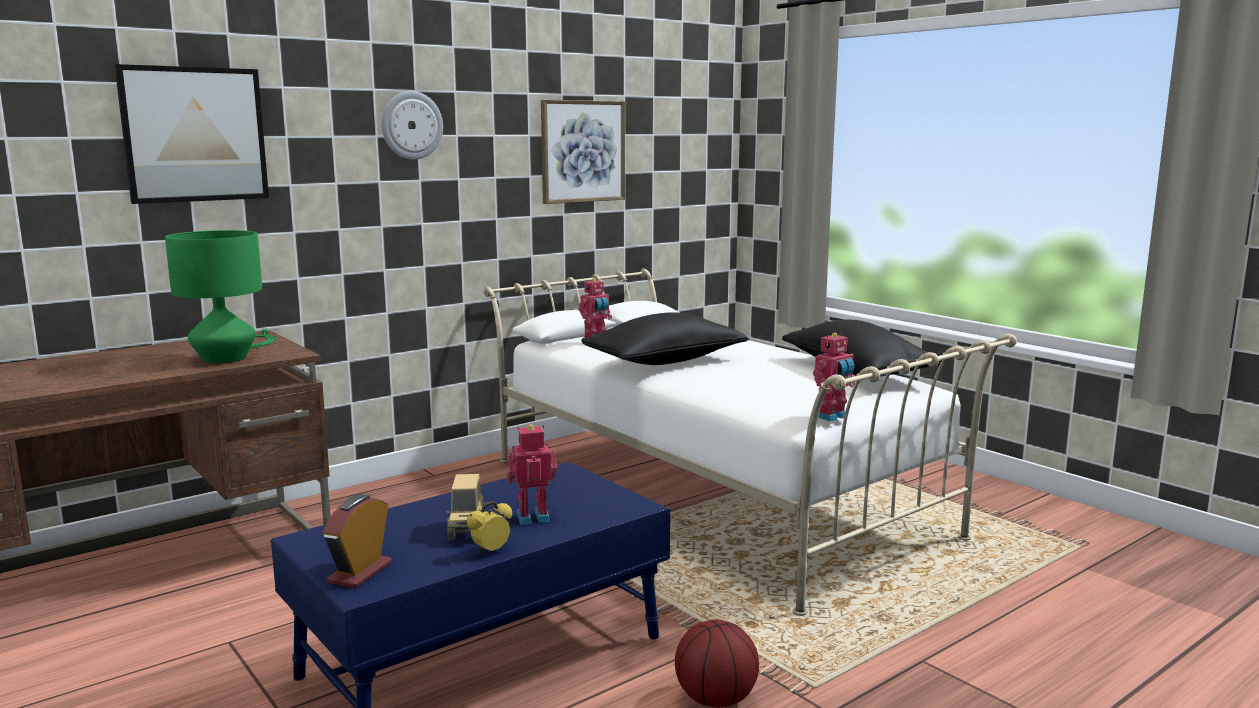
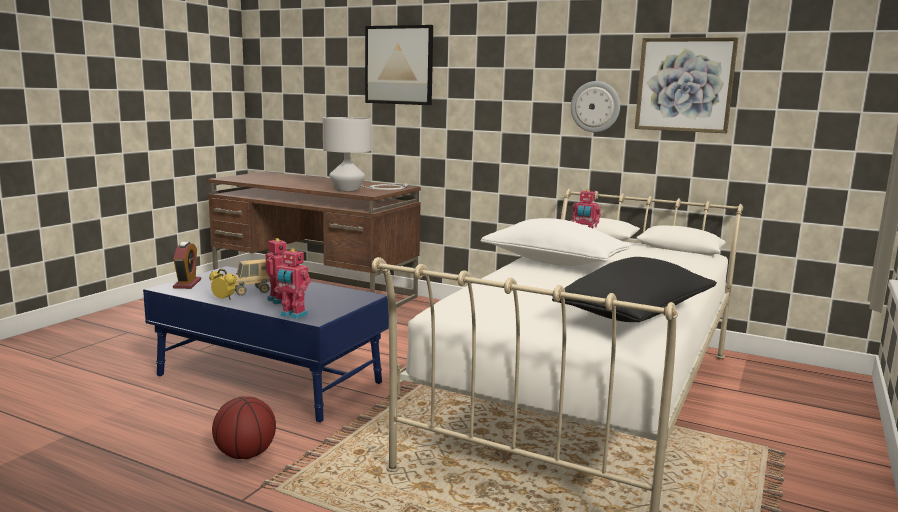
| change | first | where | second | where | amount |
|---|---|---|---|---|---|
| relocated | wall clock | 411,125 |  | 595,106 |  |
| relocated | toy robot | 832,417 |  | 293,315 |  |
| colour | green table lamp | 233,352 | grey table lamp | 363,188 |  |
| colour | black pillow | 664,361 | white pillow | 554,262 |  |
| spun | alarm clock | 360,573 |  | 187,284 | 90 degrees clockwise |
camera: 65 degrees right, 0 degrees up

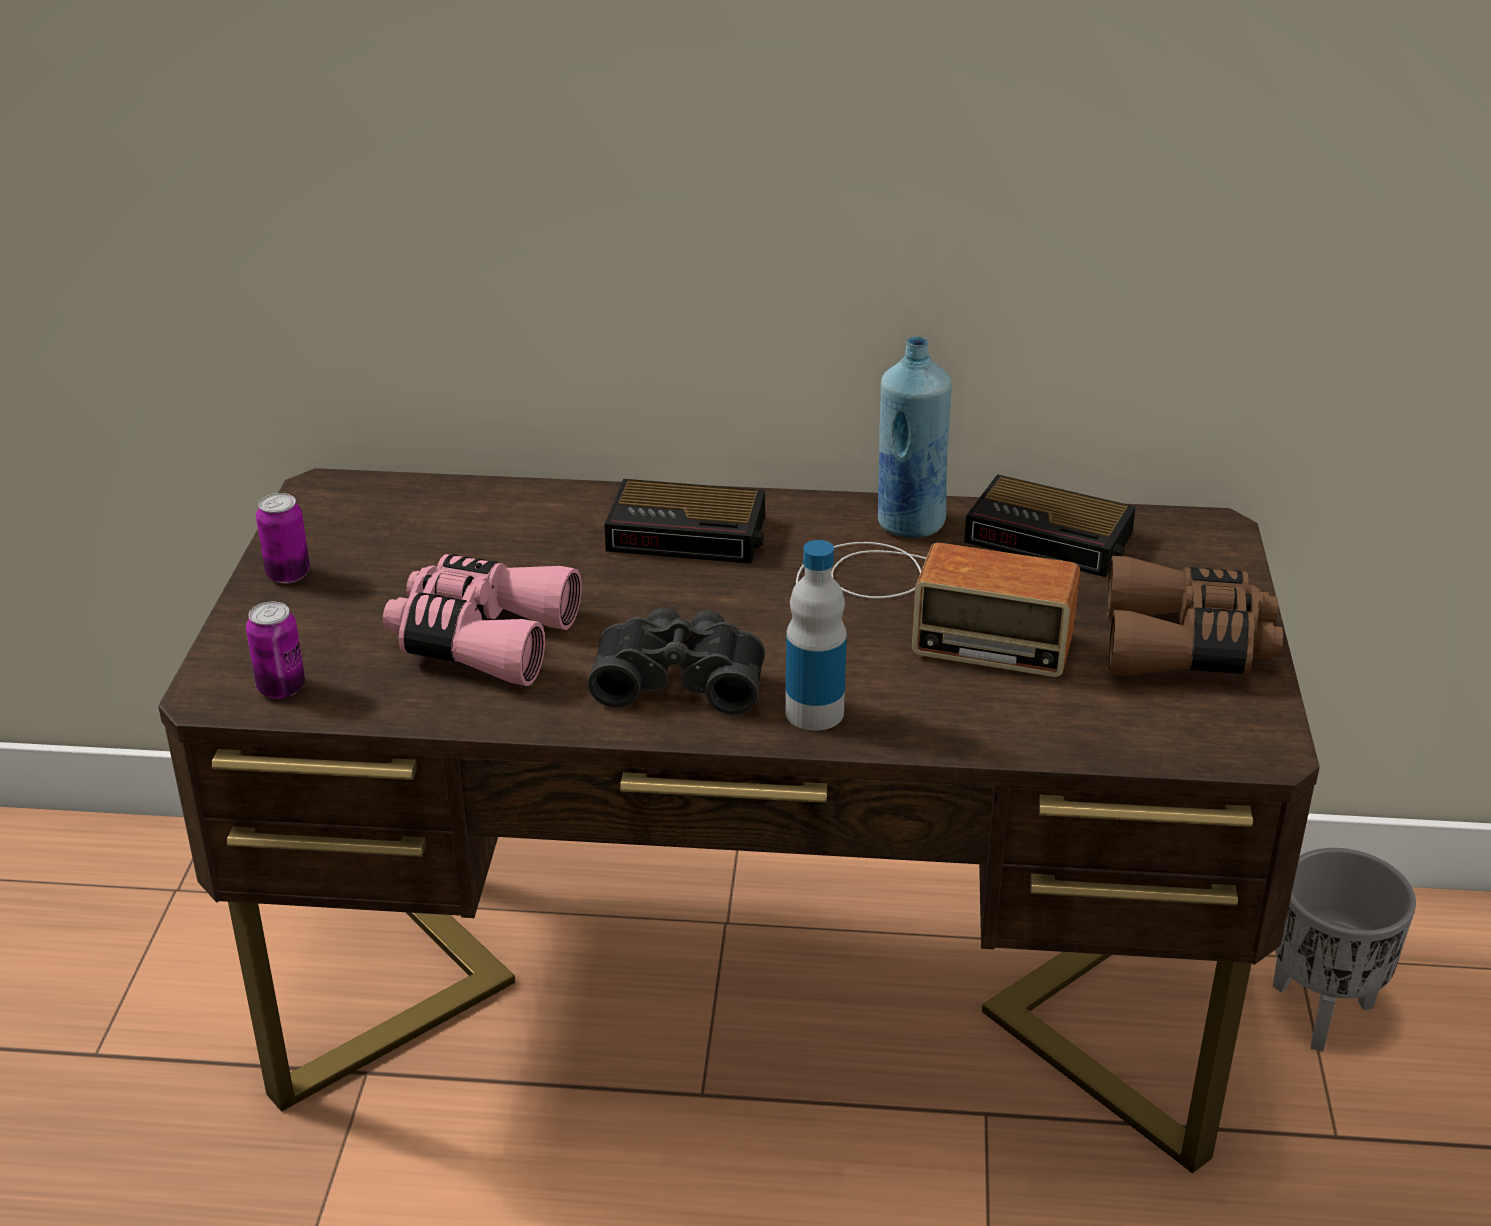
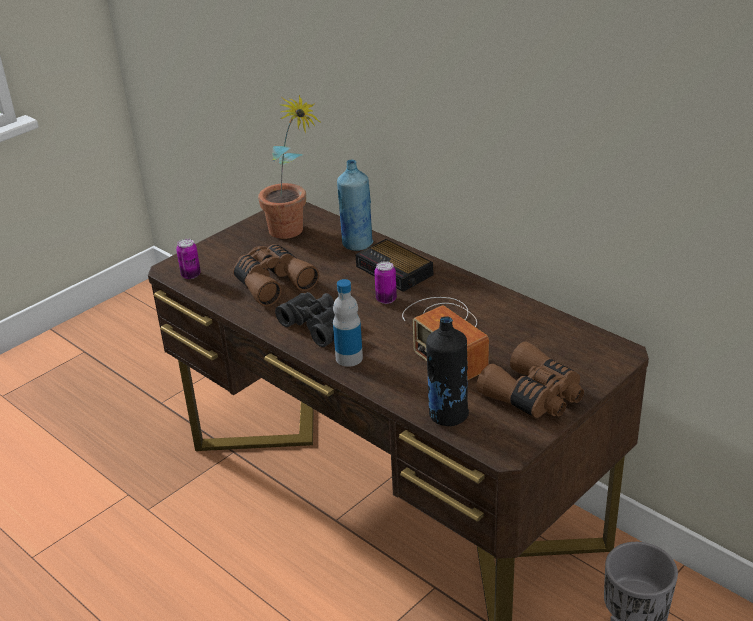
| change | first | where | second | where | amount |
|---|---|---|---|---|---|
| missing | alarm clock | 1052,538 |  |  |  |
| appeared |  |  | potted plant | 293,233 |  |
| appeared |  |  | black bottle | 448,415 |  |
| relocated | can | 288,574 |  | 386,299 |  |
| relocated | blue bottle | 909,523 |  | 357,244 |  |
| colour | pink binoculars | 480,638 | brown binoculars | 272,283 |  |
camera: 40 degrees right, 0 degrees up

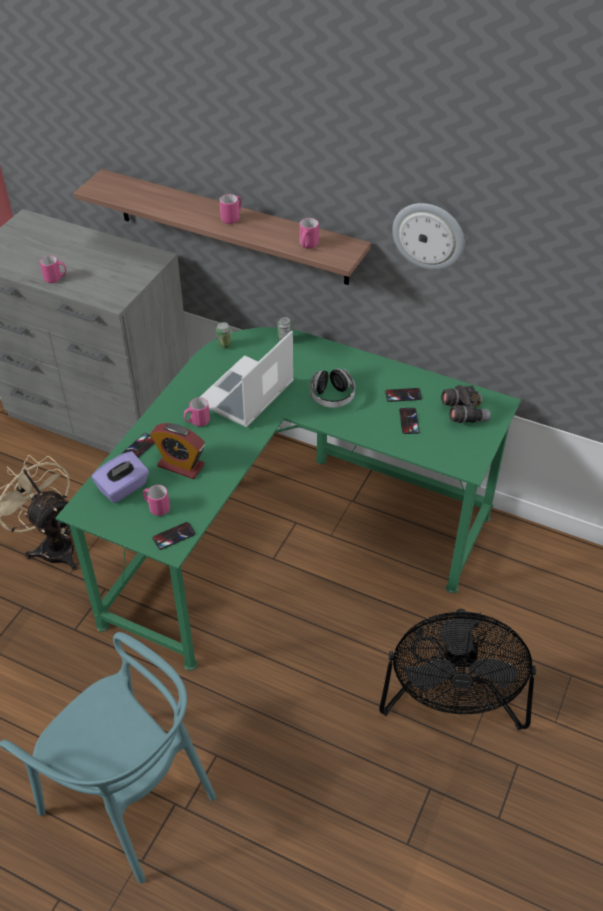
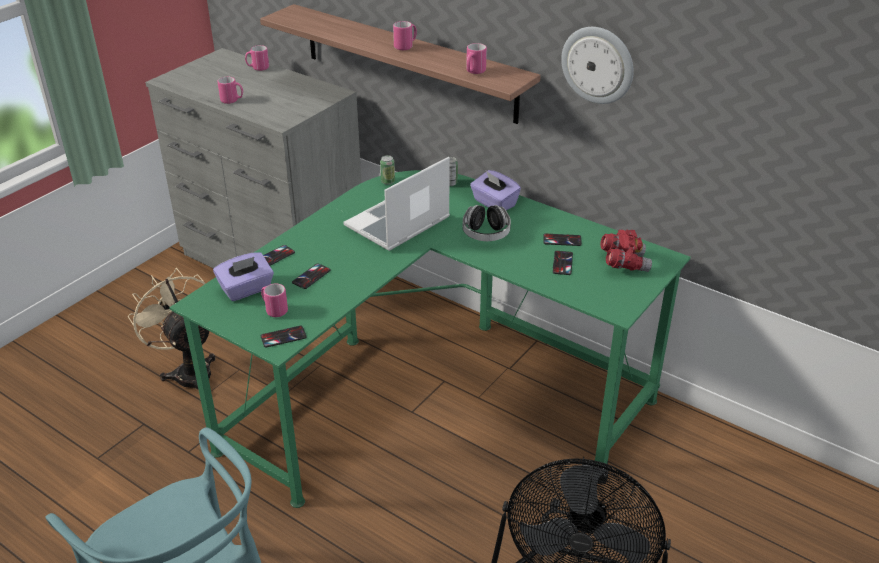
| change | first | where | second | where | amount |
|---|---|---|---|---|---|
| appeared |  |  | purple tissue box | 494,203 |  |
| relocated | pink mug | 197,422 |  | 258,68 |  |
| exchanged | alarm clock | 181,465 | phone | 311,276 |  |
| colour | grey binoculars | 463,414 | red binoculars | 623,263 |  |
camera: 10 degrees right, 10 degrees down

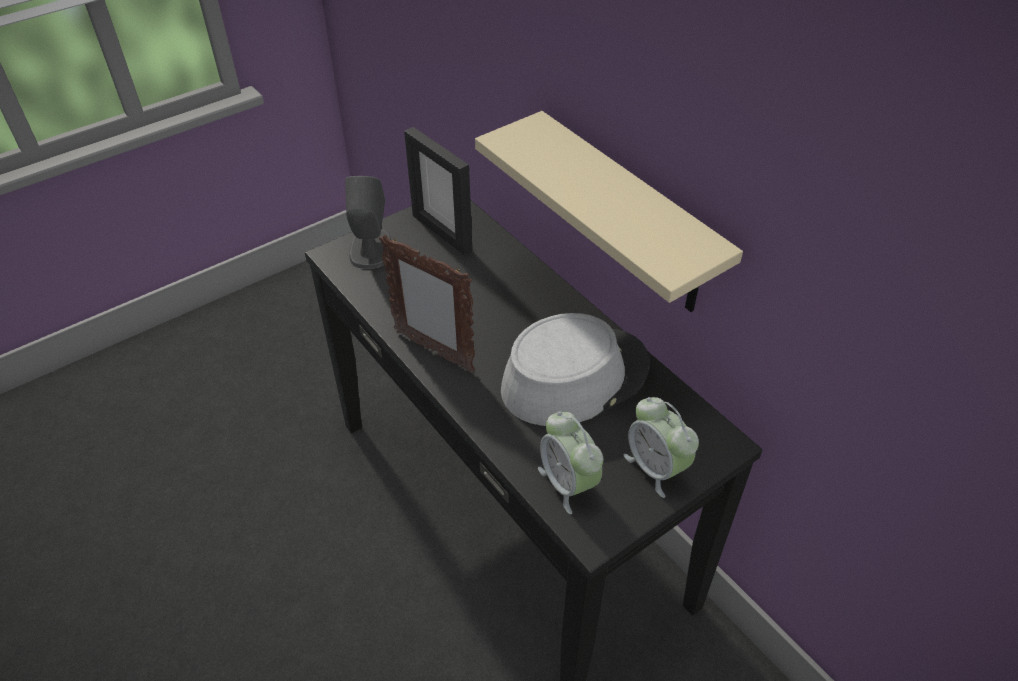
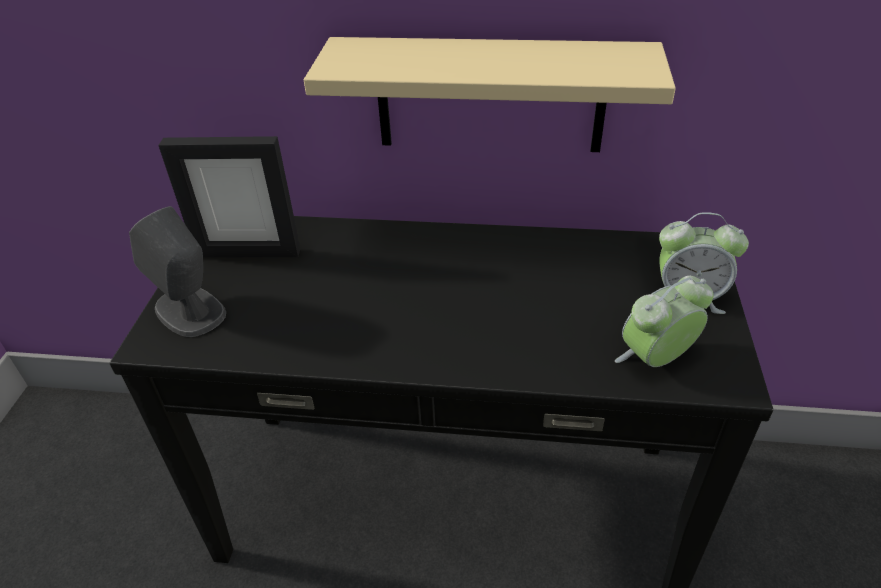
| change | first | where | second | where | amount |
|---|---|---|---|---|---|
| missing | picture frame | 433,351 |  |  |  |
| missing | grey hat | 574,377 |  |  |  |
| spun | alarm clock | 568,483 |  | 656,359 | 135 degrees clockwise |
camera: 45 degrees left, 5 degrees down

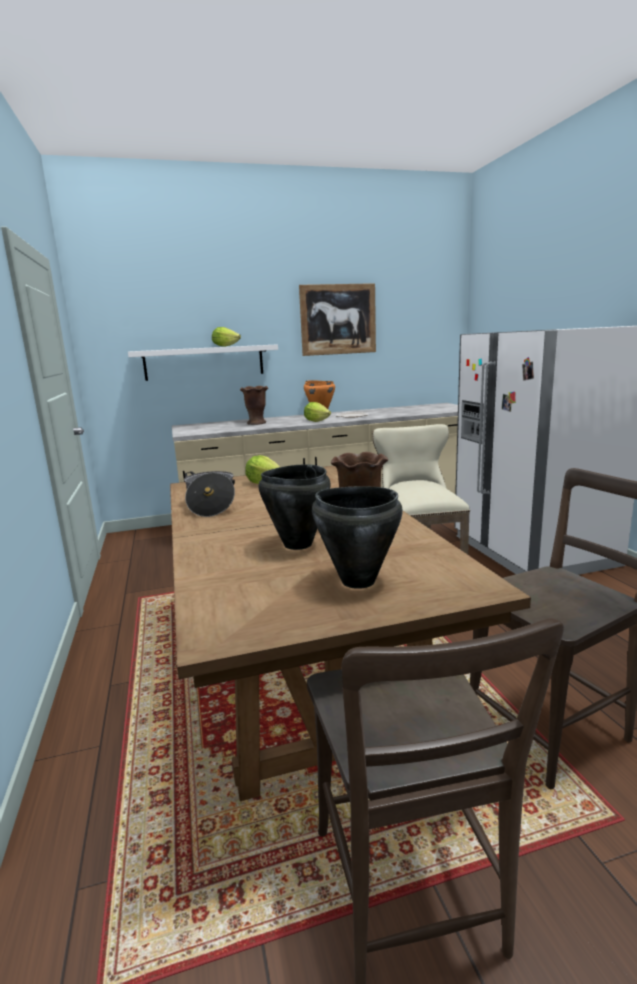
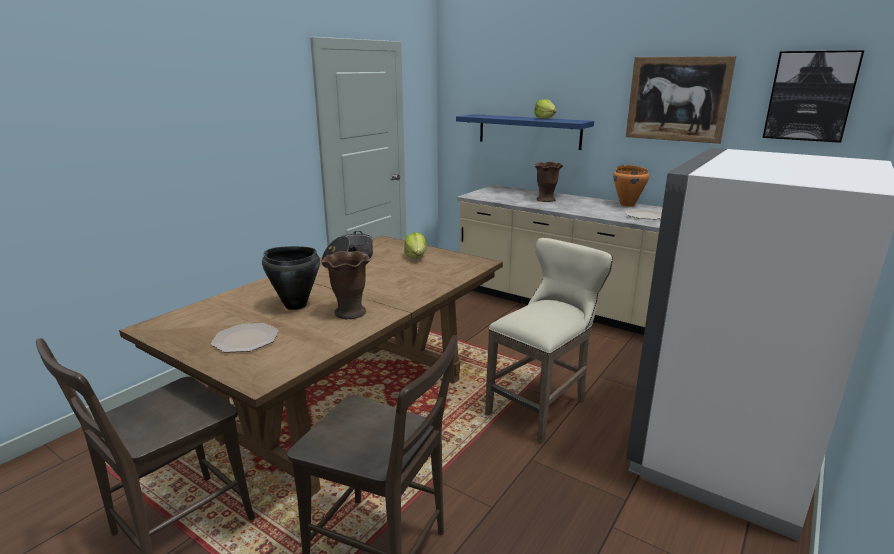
| change | first | where | second | where | amount |
|---|---|---|---|---|---|
| missing | lettuce | 316,421 |  |  |  |
| appeared |  |  | picture | 810,96 |  |
| exchanged | black cooking pot | 357,581 | plate | 246,339 |  |
| colour | white shelf | 204,362 | blue shelf | 529,131 |  |
camera: 50 degrees right, 5 degrees up

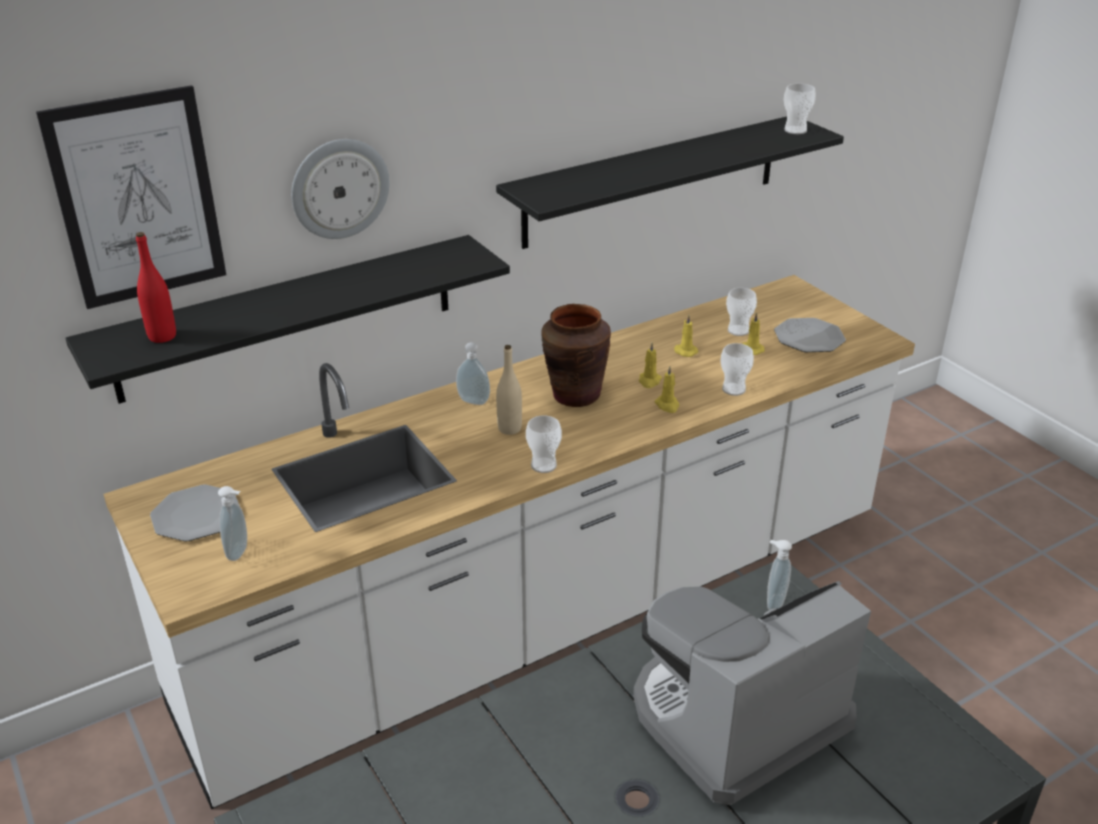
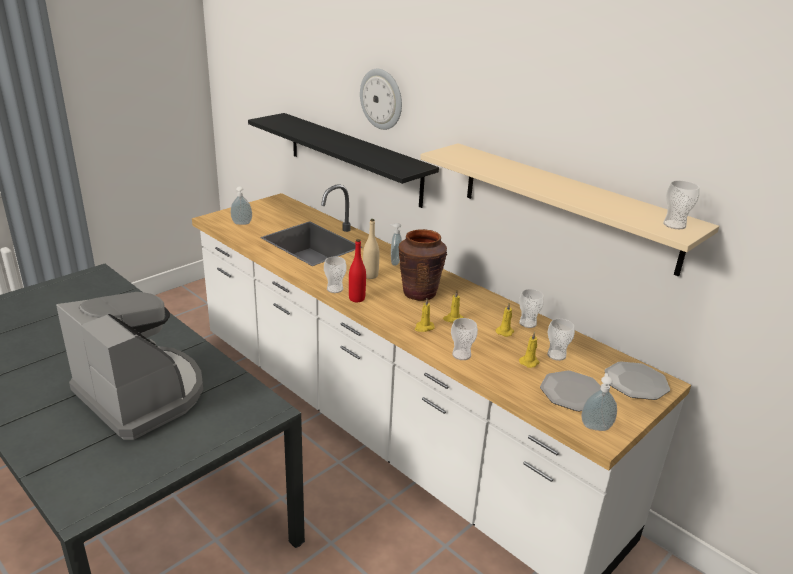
| change | first | where | second | where | amount |
|---|---|---|---|---|---|
| missing | picture | 137,198 |  |  |  |
| appeared |  |  | cup | 527,323 |  |
| relocated | red bottle | 162,336 |  | 357,298 |  |
| relocated | plate | 196,515 |  | 636,382 |  |
| relocated | soap dispenser | 773,602 |  | 595,426 |  |
| colour | black shelf | 653,180 | beige shelf | 567,206 |  |
camera: 75 degrees right, 5 degrees down

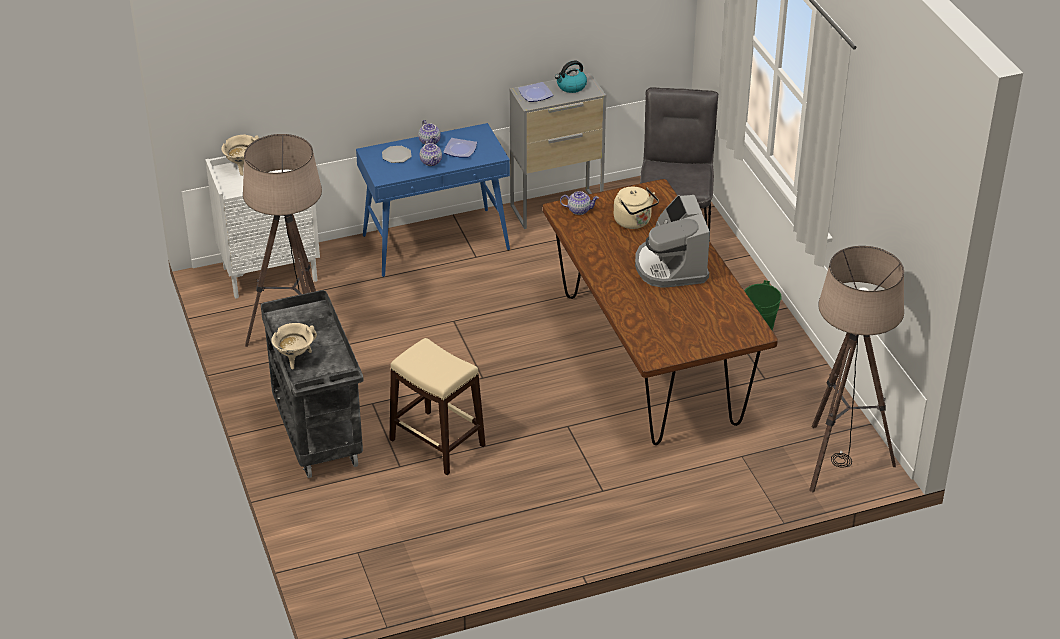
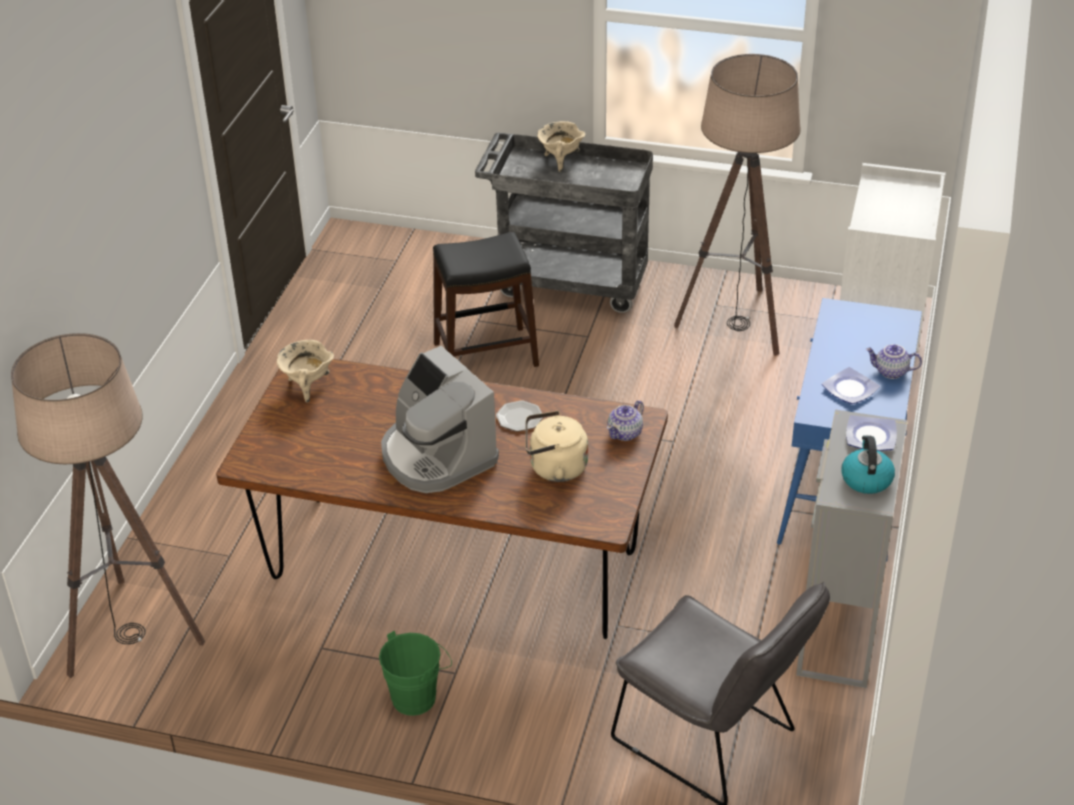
| change | first | where | second | where | amount |
|---|---|---|---|---|---|
| missing | teapot | 431,162 |  |  |  |
| relocated | beige cooking pot | 242,167 |  | 308,387 |  |
| relocated | plate | 396,156 |  | 519,417 |  |
| colour | beige stool | 437,443 | black stool | 485,354 |  |
| spun | coffee machine | 671,266 |  | 436,456 | 150 degrees counterclockwise |
camera: 125 degrees right, 0 degrees up

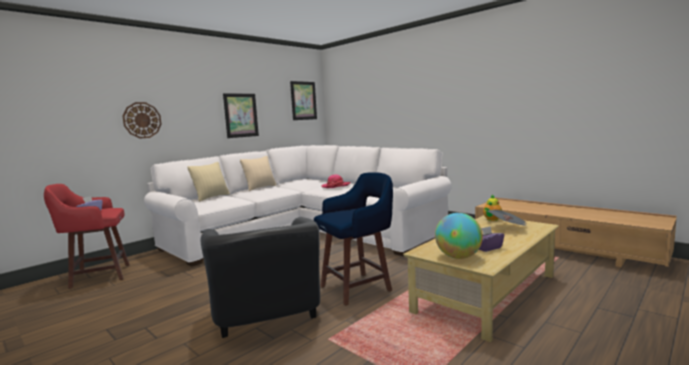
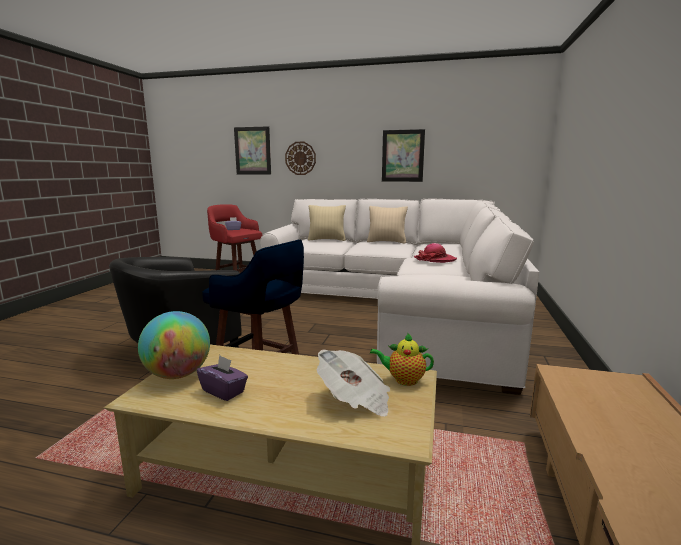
| change | first | where | second | where | amount |
|---|---|---|---|---|---|
| relocated | picture | 303,100 |  | 252,151 |  |
camera: 60 degrees right, 5 degrees up

